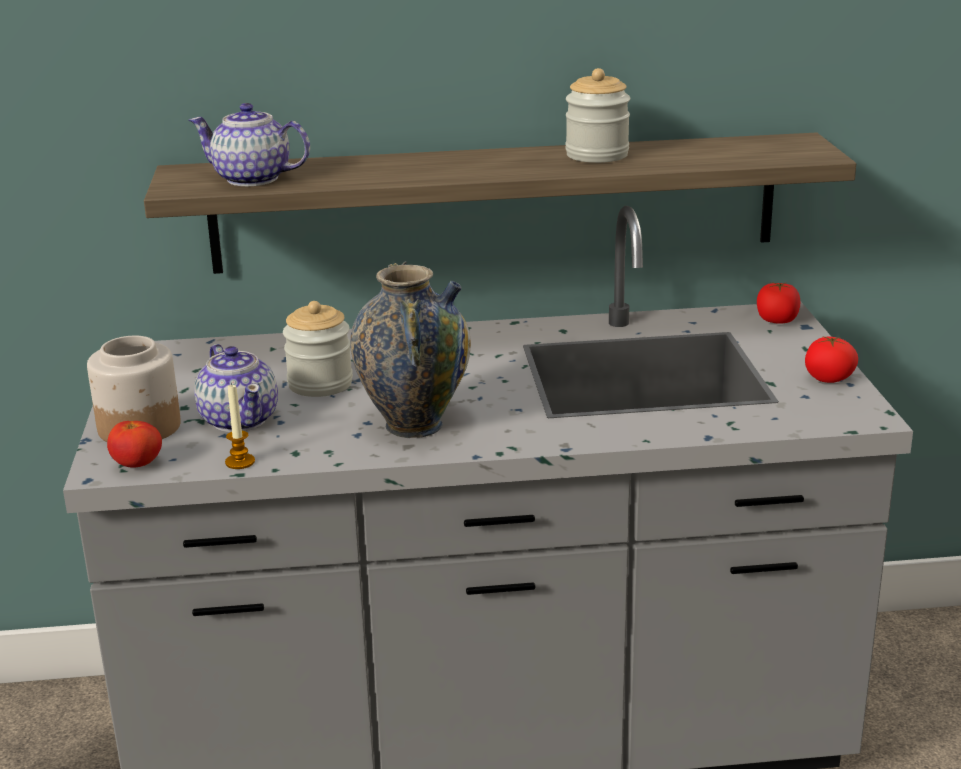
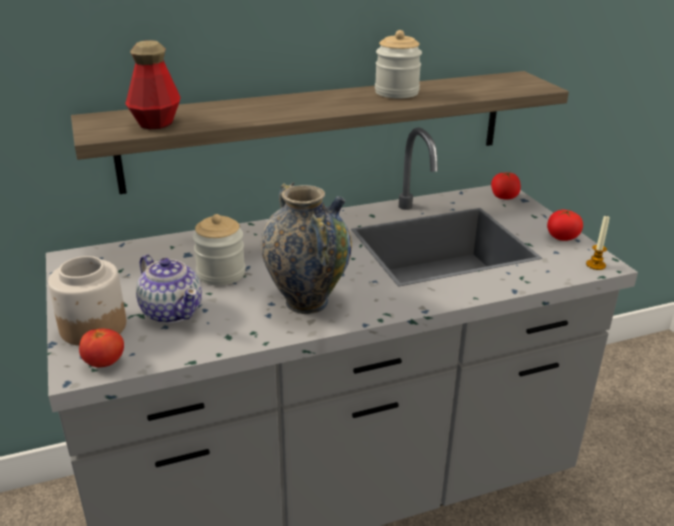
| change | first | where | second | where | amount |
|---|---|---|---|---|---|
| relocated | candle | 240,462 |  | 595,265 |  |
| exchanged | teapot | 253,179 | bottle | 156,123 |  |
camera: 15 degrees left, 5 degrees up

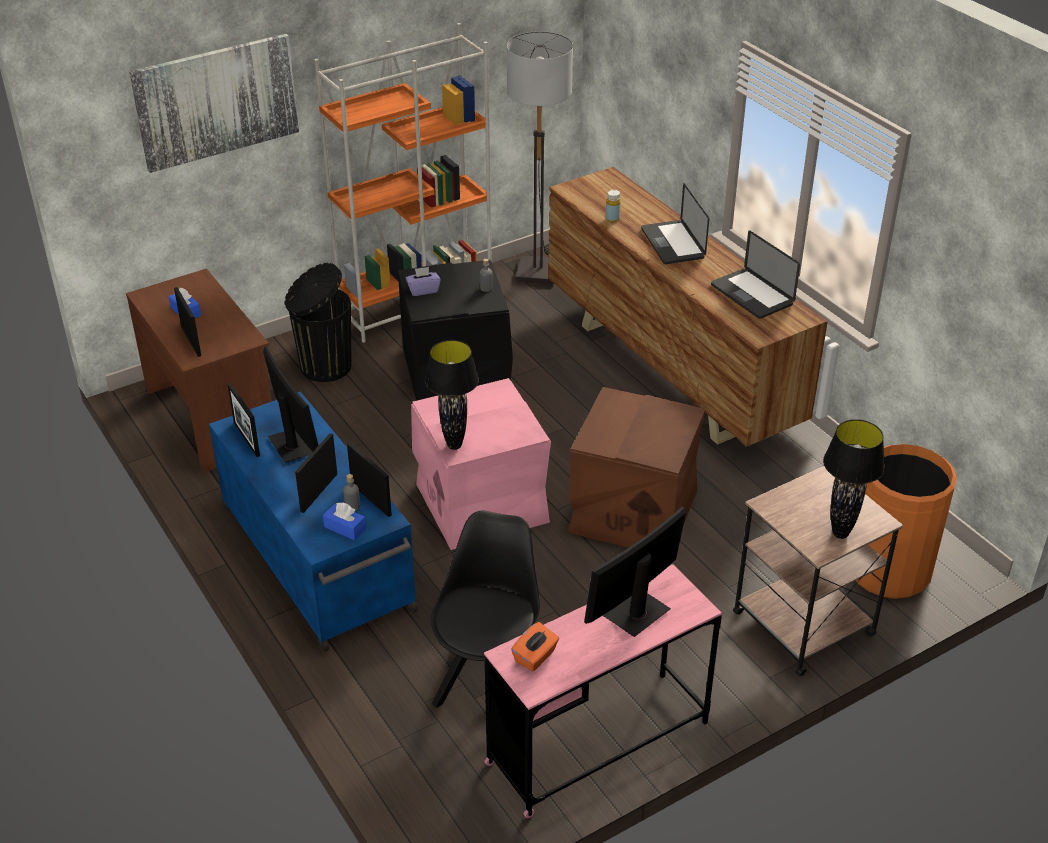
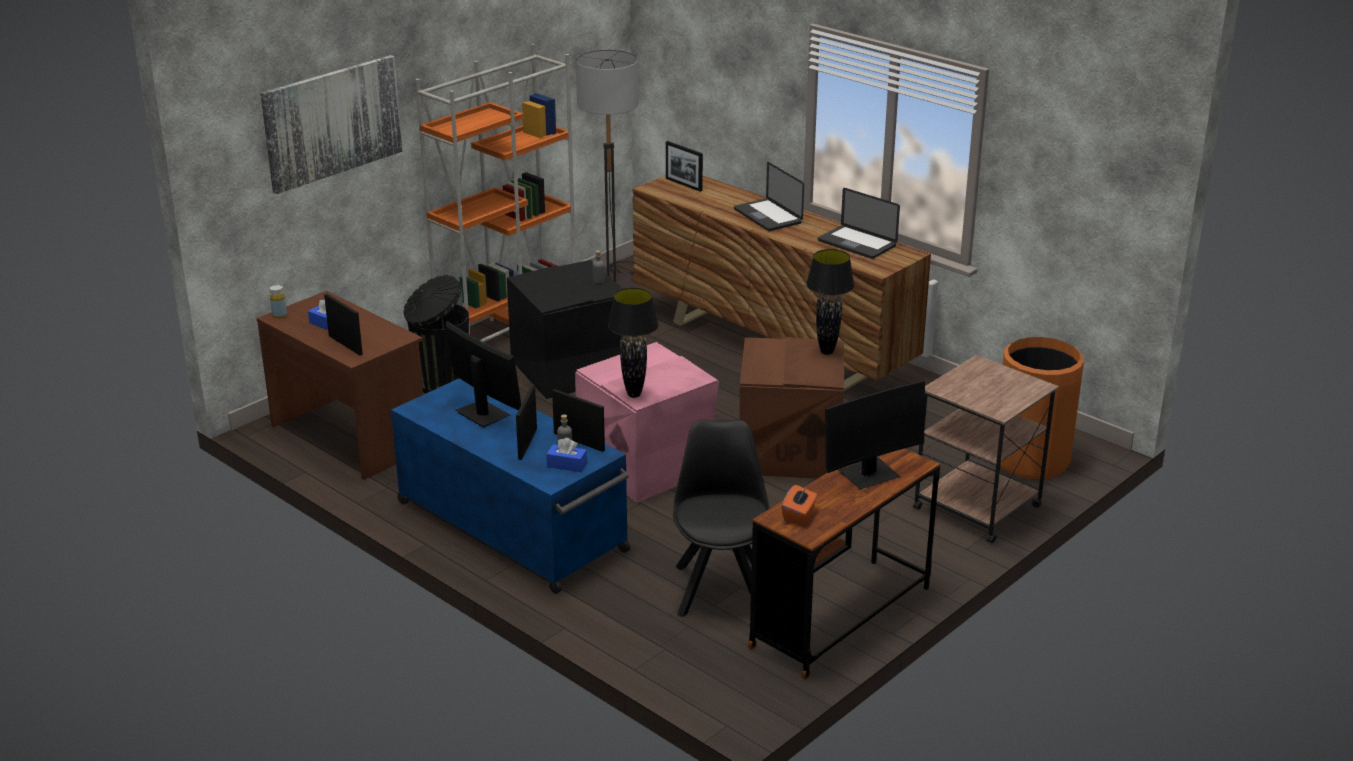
| change | first | where | second | where | amount |
|---|---|---|---|---|---|
| missing | purple tissue box | 423,290 |  |  |  |
| relocated | picture frame | 246,439 |  | 683,184 |  |
| relocated | yellow bottle | 612,219 |  | 279,315 |  |
| relocated | black table lamp | 840,534 |  | 827,352 |  |
| colour | pink desk | 598,743 | brown desk | 841,617 |  |
| spun | monitor | 636,613 |  | 869,474 | 150 degrees counterclockwise |
camera: 15 degrees left, 10 degrees down

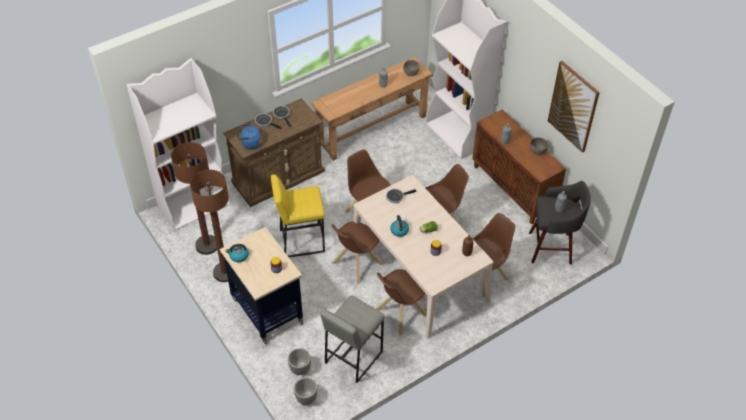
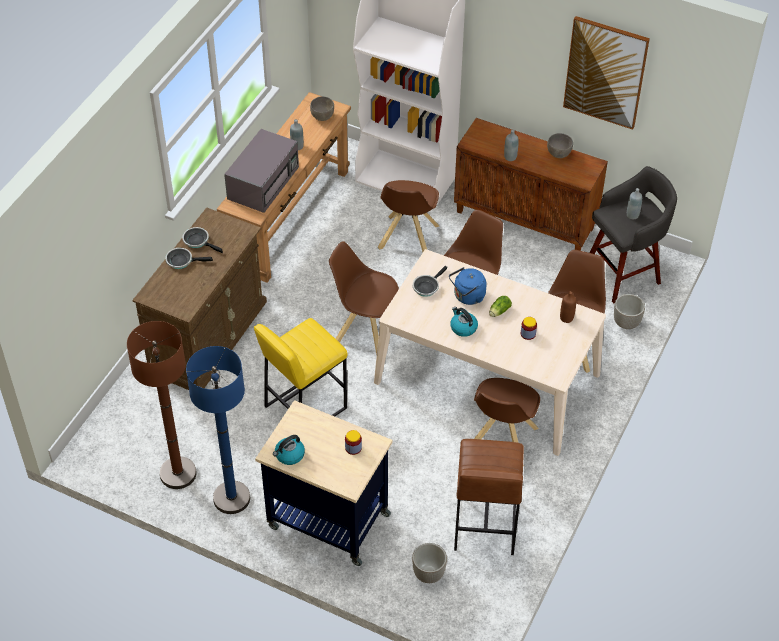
| change | first | where | second | where | amount |
|---|---|---|---|---|---|
| missing | white bookcase | 194,205 |  |  |  |
| appeared |  |  | grey microwave | 263,182 |  |
| relocated | blue kettle | 250,144 |  | 467,297 |  |
| relocated | planter | 306,398 |  | 626,323 |  |
| relocated | brown chair | 356,264 |  | 407,238 |  |
| colour | brown floor lamp | 225,272 | blue floor lamp | 231,498 |  |
| colour | grey stool | 353,358 | brown stool | 485,526 |  |
camera: 30 degrees left, 0 degrees up

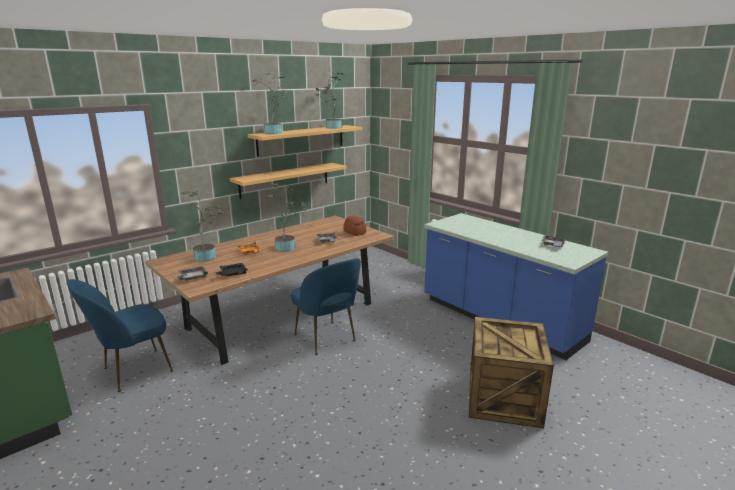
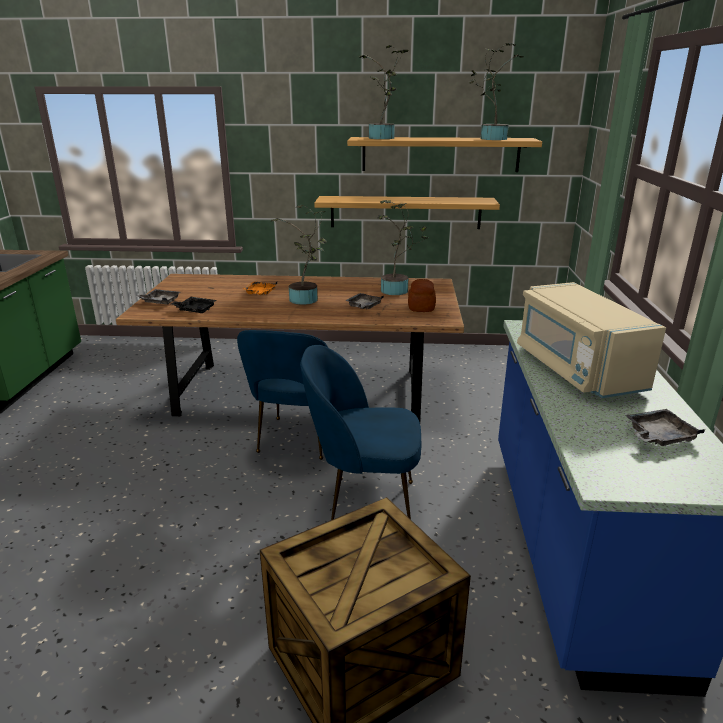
| change | first | where | second | where | amount |
|---|---|---|---|---|---|
| appeared |  |  | beige microwave | 576,369 |  |
| relocated | blue chair | 132,372 |  | 363,503 |  |
| relocated | potted plant | 207,256 |  | 397,290 |  |
camera: 45 degrees right, 5 degrees up

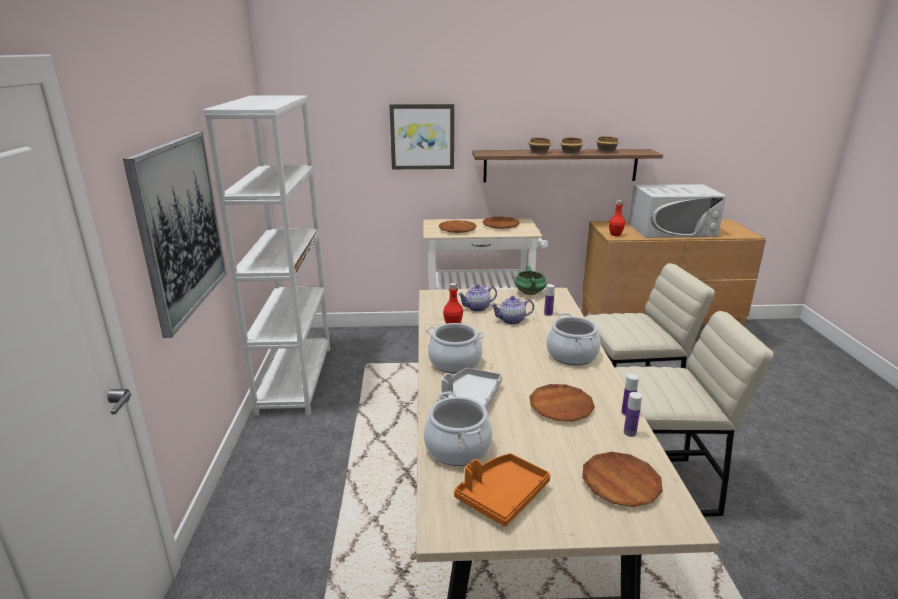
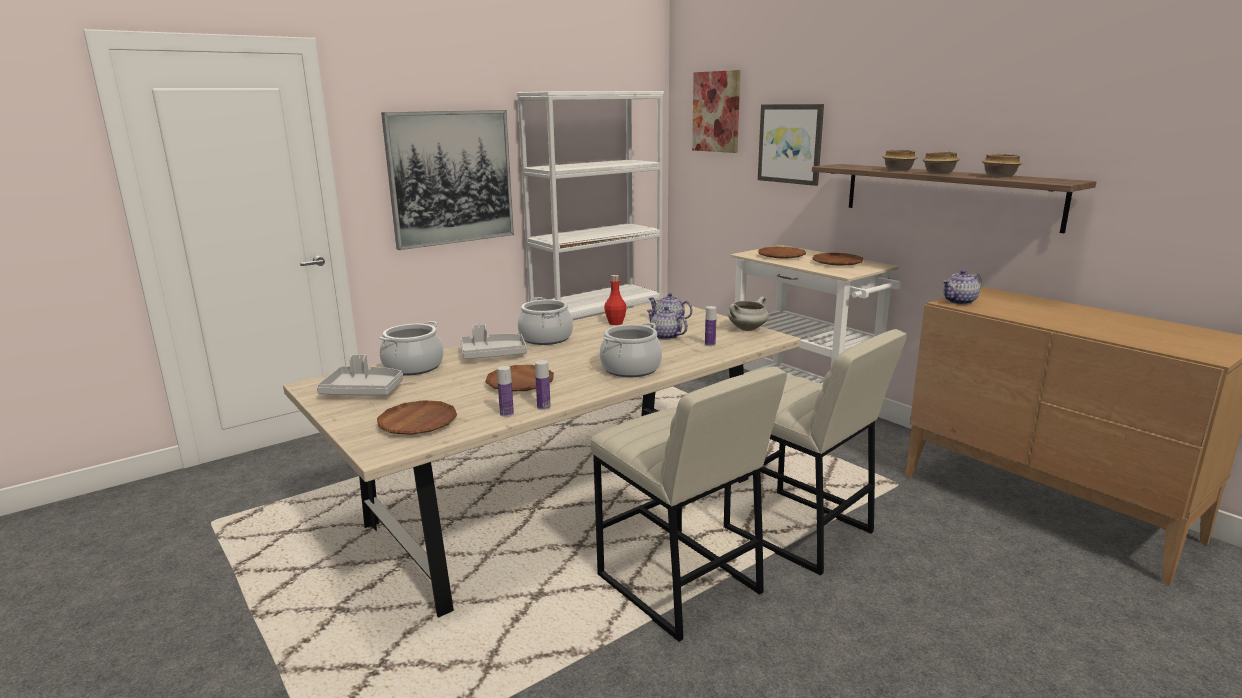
| change | first | where | second | where | amount |
|---|---|---|---|---|---|
| missing | white microwave | 672,230 |  |  |  |
| appeared |  |  | picture | 716,112 |  |
| exchanged | red bottle | 615,234 | teapot | 959,302 |  |
| colour | orange tray | 501,495 | grey tray | 364,391 |  |
| colour | green cooking pot | 530,293 | white cooking pot | 747,329 |  |
camera: 55 degrees right, 5 degrees down

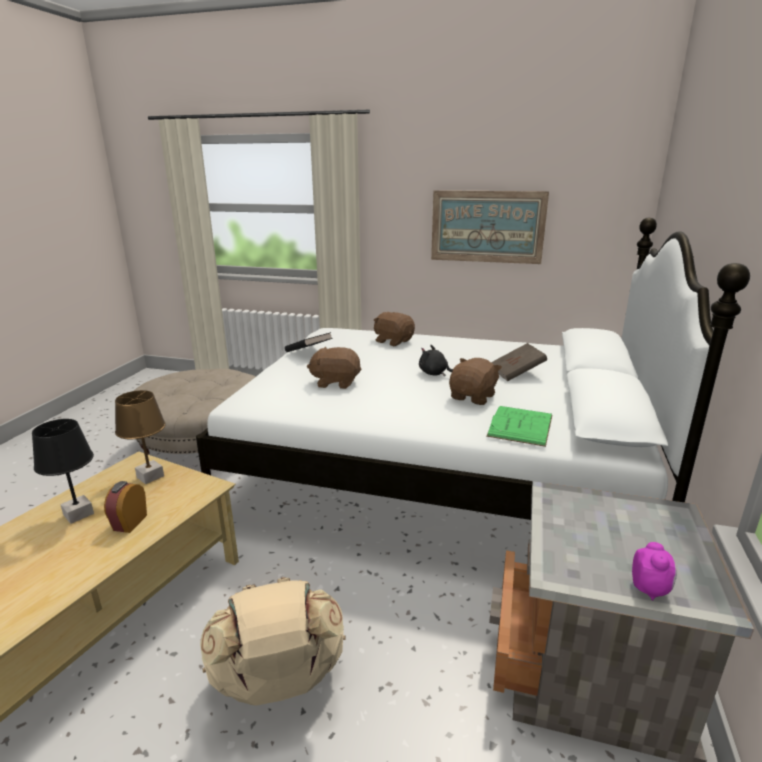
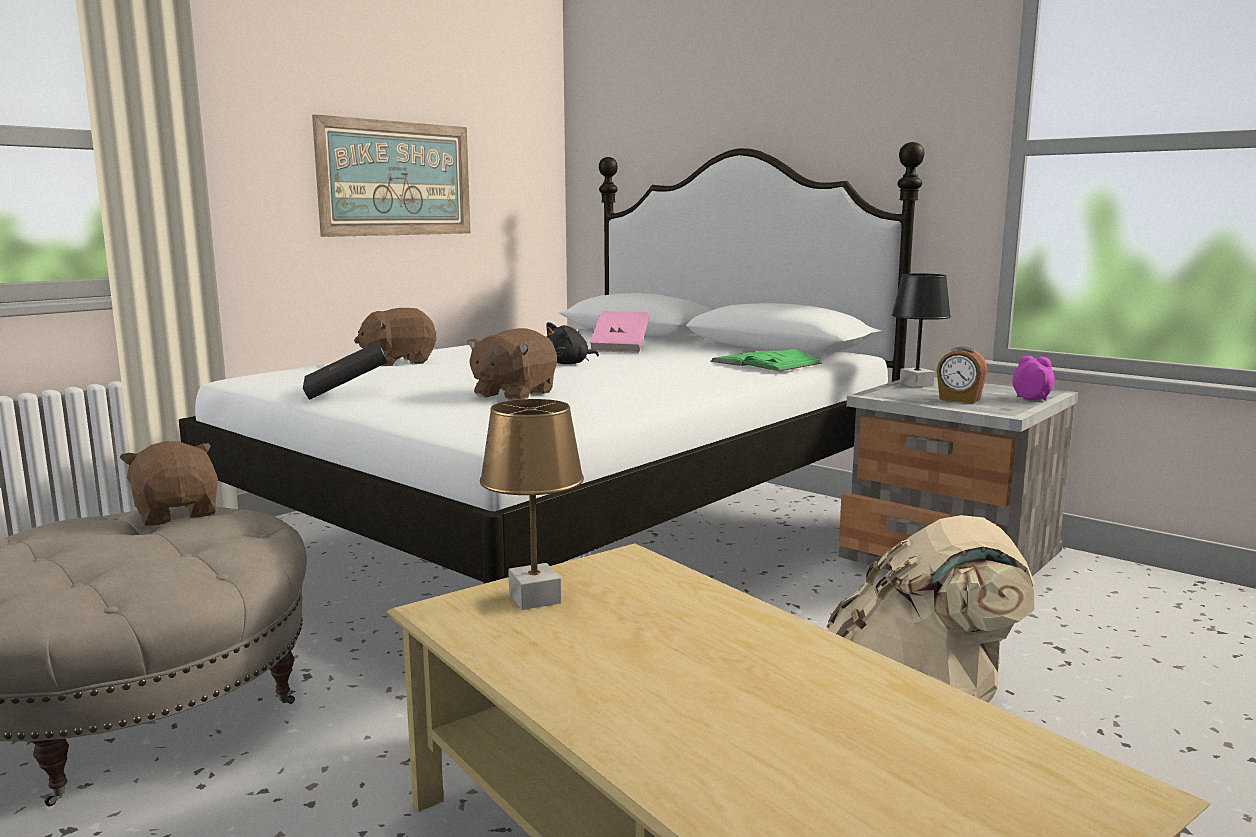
| change | first | where | second | where | amount |
|---|---|---|---|---|---|
| relocated | black table lamp | 78,514 |  | 917,384 |  |
| relocated | alarm clock | 129,522 |  | 959,399 |  |
| relocated | brown plush toy | 473,397 |  | 177,514 |  |
| colour | brown book | 516,373 | pink book | 620,348 |  |
camera: 65 degrees left, 10 degrees down

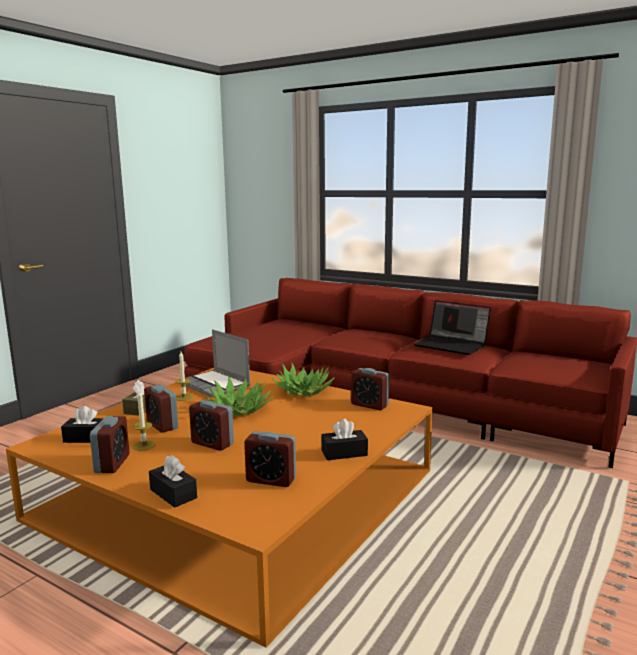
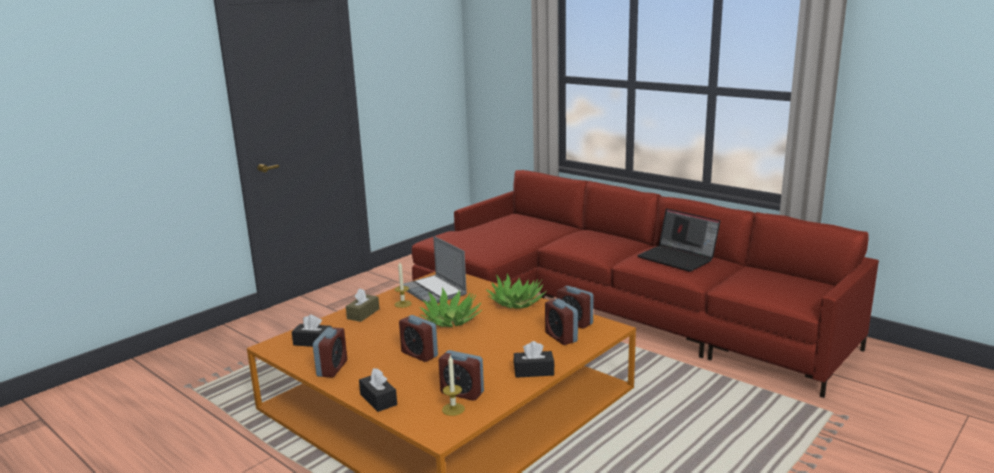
| change | first | where | second | where | amount |
|---|---|---|---|---|---|
| relocated | candle | 144,445 |  | 453,409 |  |
| relocated | alarm clock | 162,425 |  | 561,337 |  |
camera: 10 degrees right, 5 degrees up

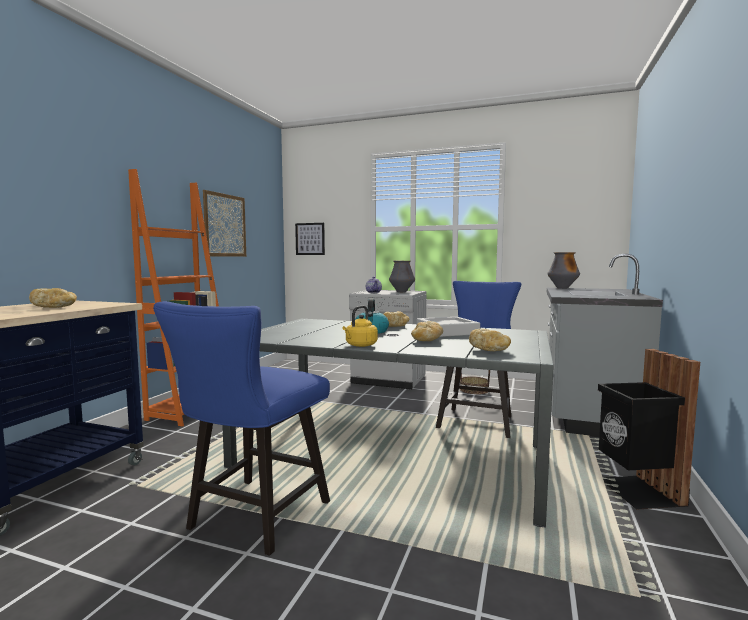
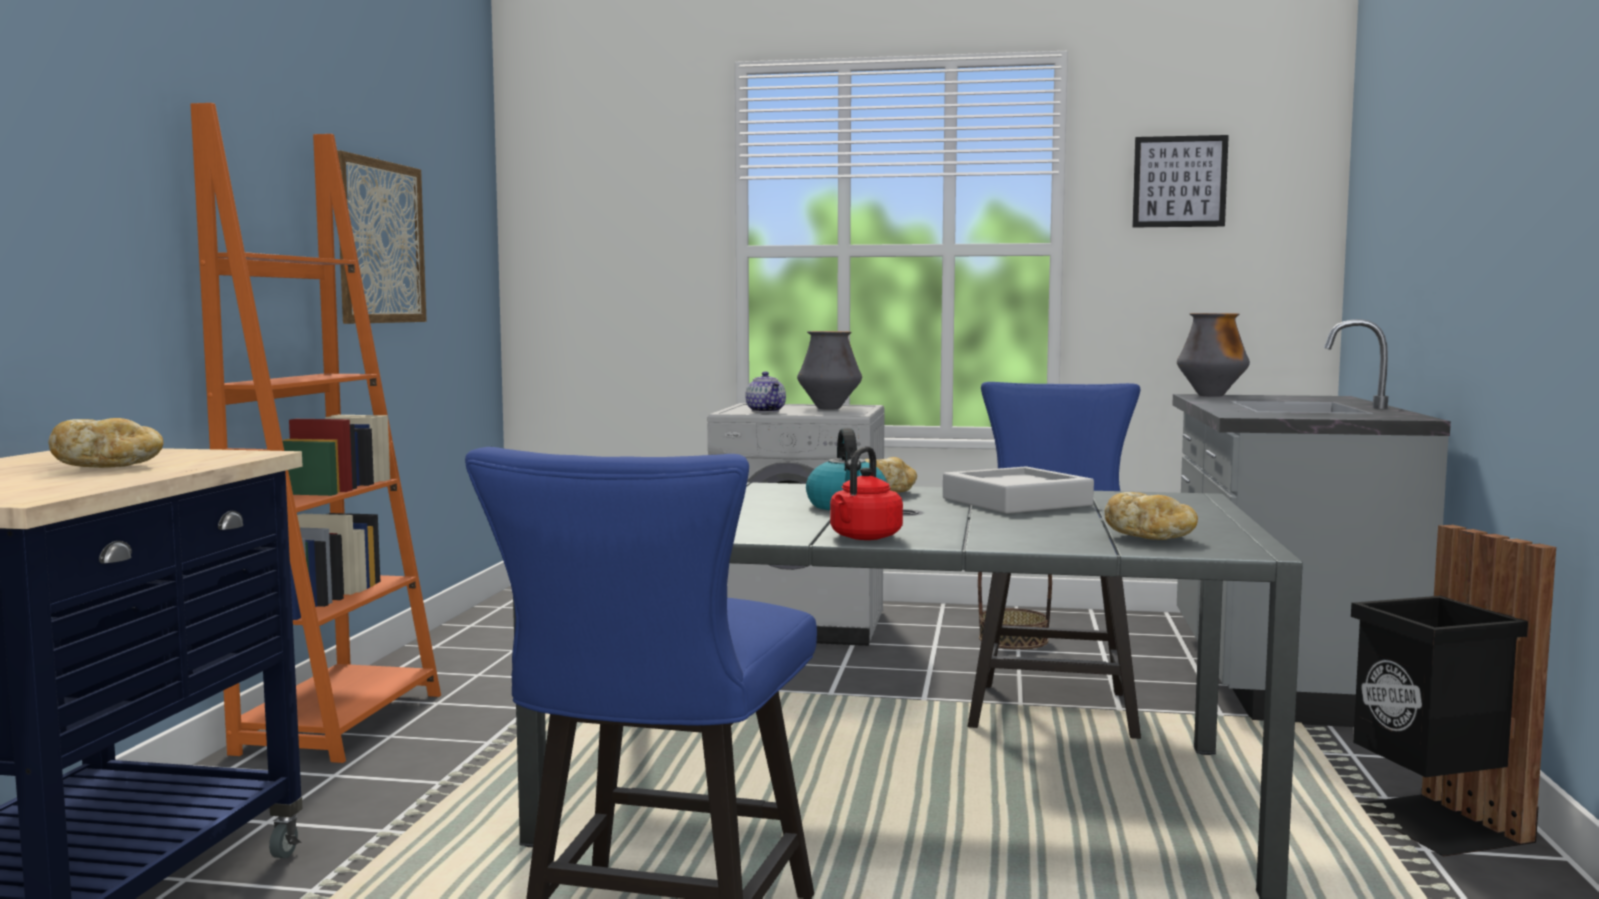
| change | first | where | second | where | amount |
|---|---|---|---|---|---|
| missing | bread | 426,340 |  |  |  |
| relocated | picture | 310,239 |  | 1179,181 |  |
| colour | yellow kettle | 360,345 | red kettle | 864,537 |  |
camera: 10 degrees left, 0 degrees up

